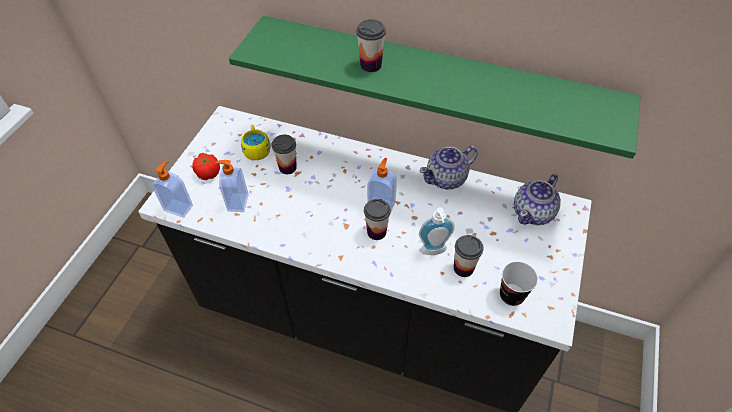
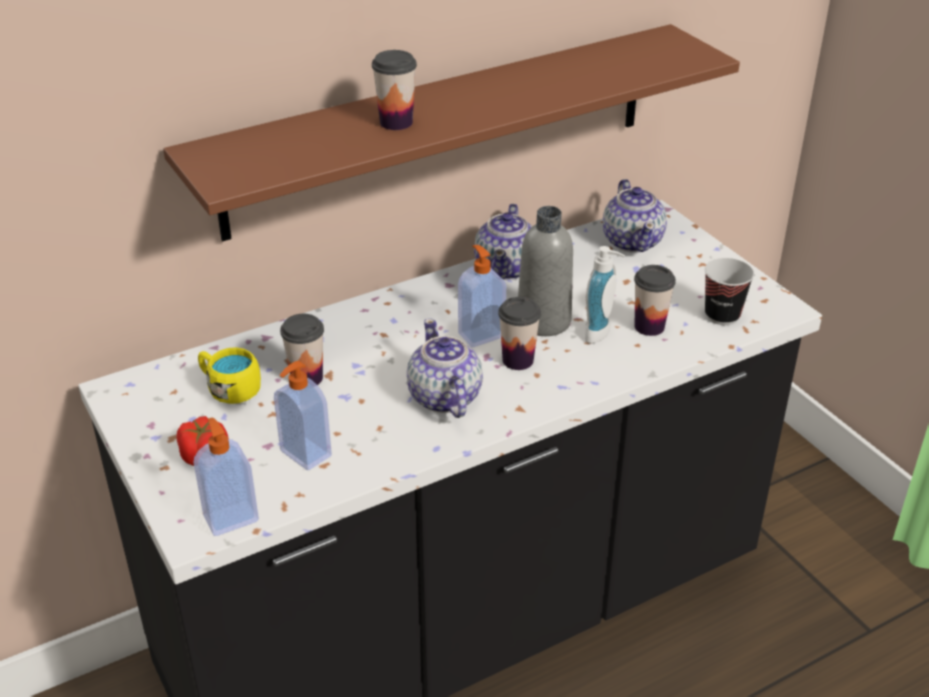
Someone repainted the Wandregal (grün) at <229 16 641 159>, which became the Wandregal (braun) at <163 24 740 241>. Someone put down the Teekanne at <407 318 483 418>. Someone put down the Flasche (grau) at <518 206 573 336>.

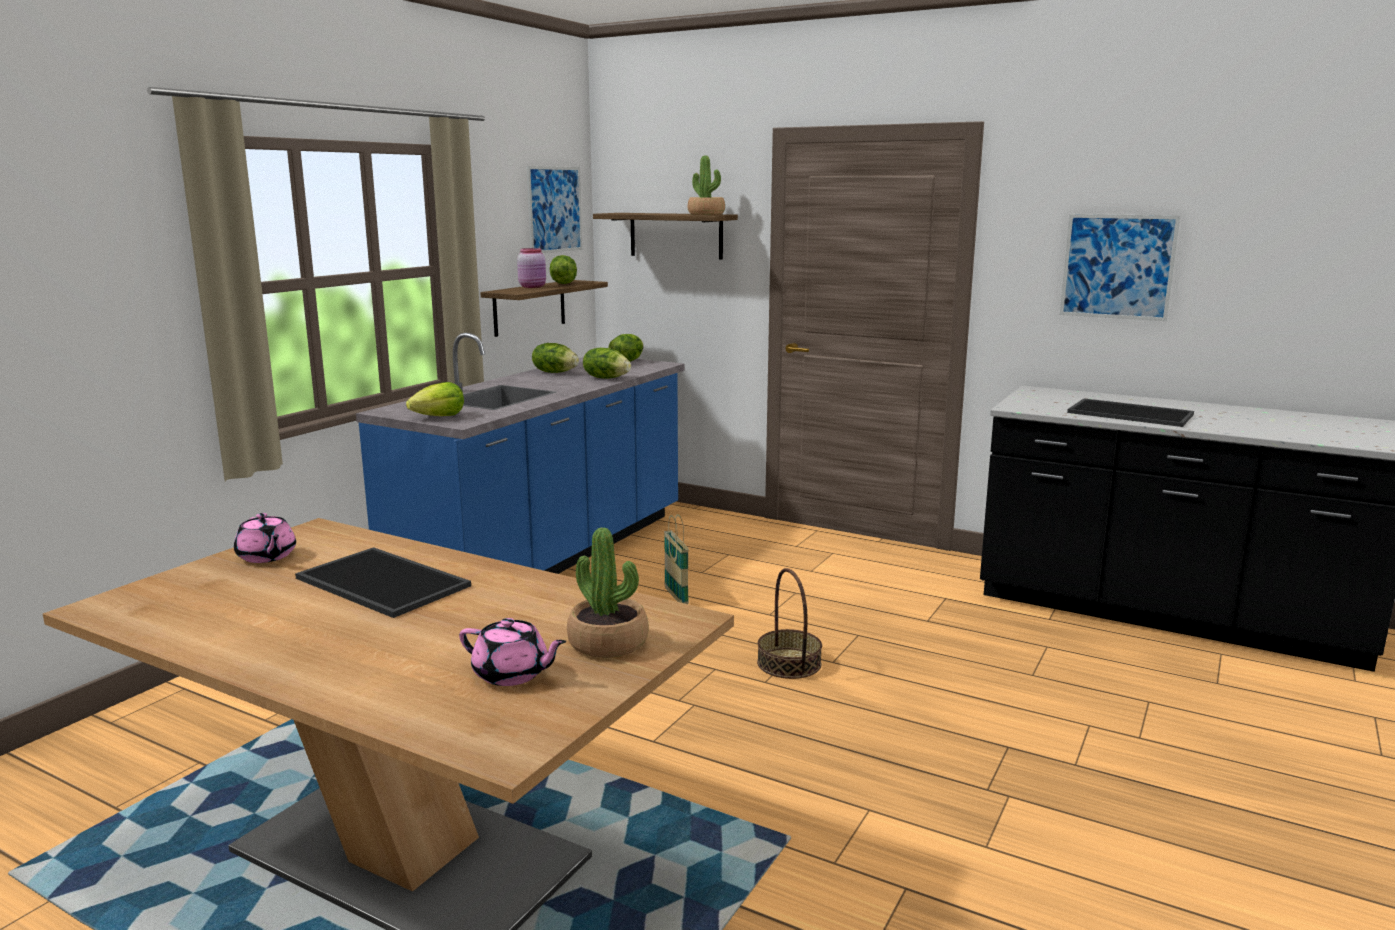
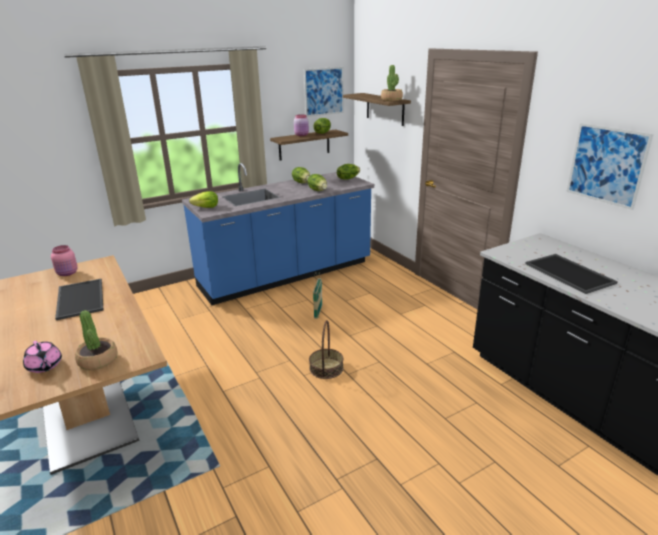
Someone swapped the Teekanne (rosa) at <234 513 296 563> for the Vorratsglas (rosa) at <51 245 78 276>.

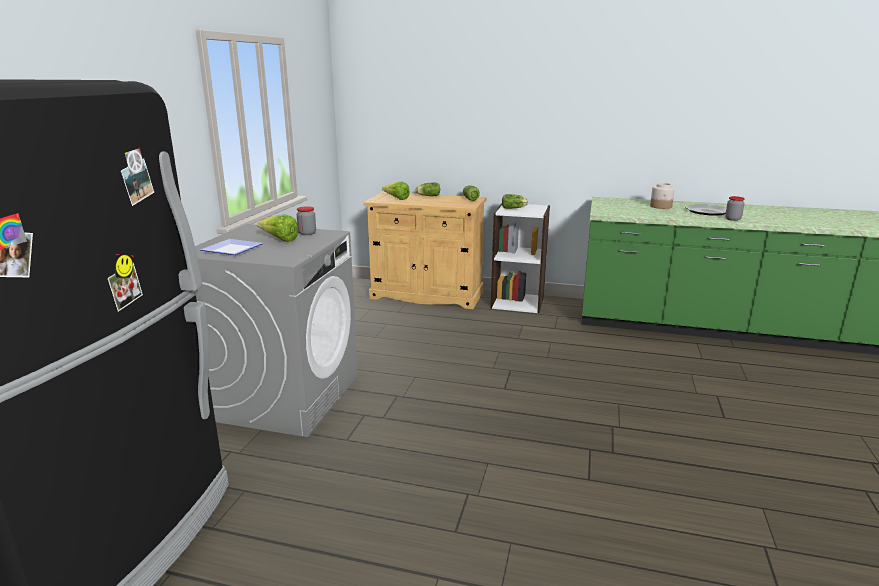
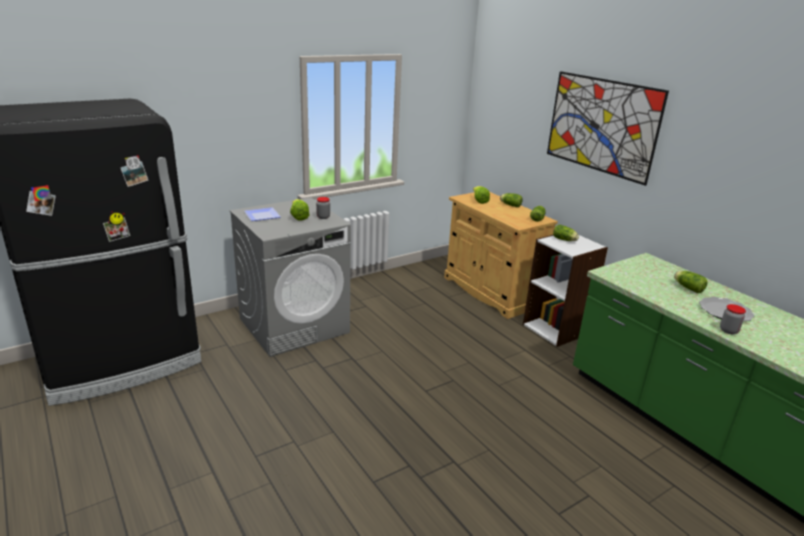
Someone swapped the Vorratsglas at <650 183 675 209> for the Salatkopf at <674 271 708 293>. Someone put up the Bild at <547 71 669 186>.

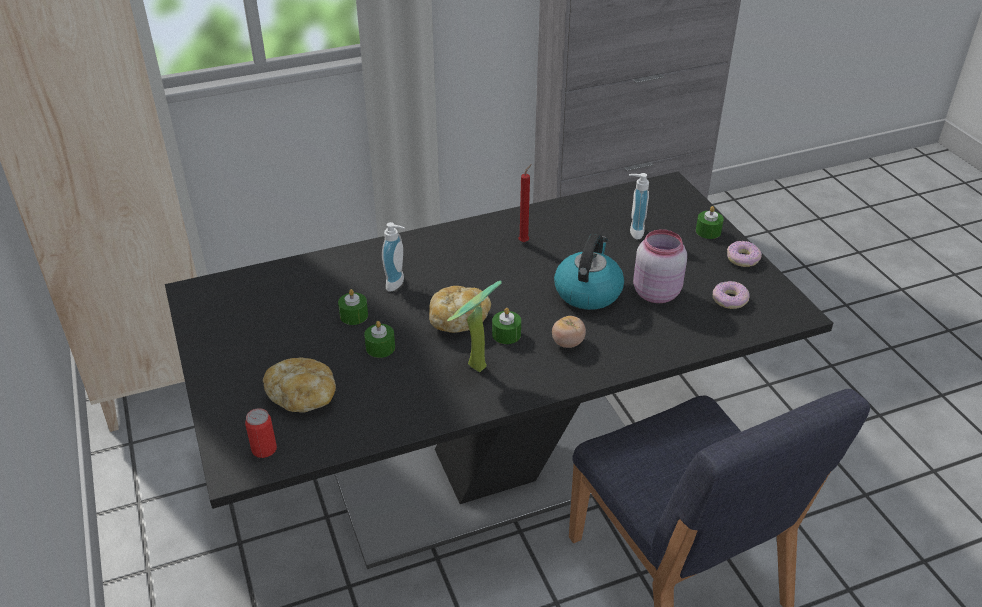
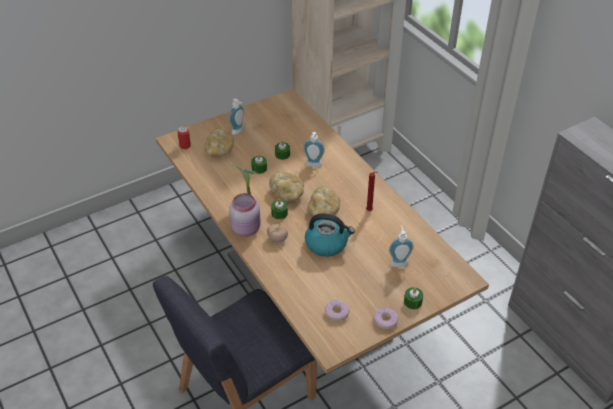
Someone repainted the Esstisch (schwarz) at <165 171 833 569>, which became the Esstisch (beige) at <156 89 489 379>. Someone carried the Vorratsglas (rosa) from <633 229 687 303> to <229 193 261 237>. Someone put down the Seifenspender at <229 99 244 135>. Someone put down the Brot at <308 186 340 216>.

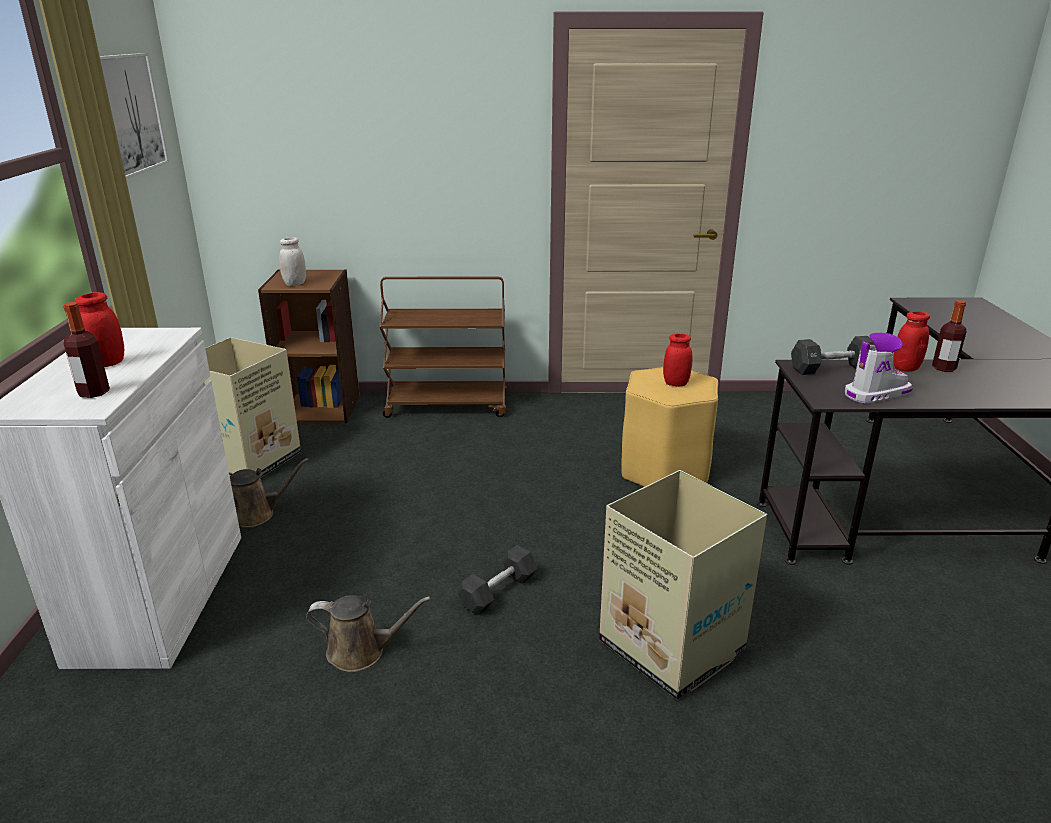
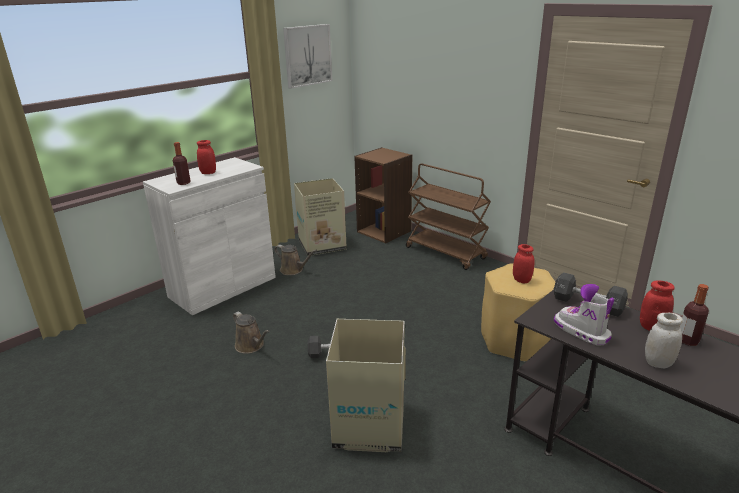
Someone carried the Vorratsglas (weiß) from <279 237 306 286> to <645 313 683 368>. Someone rotated the Stiefel at <845 333 913 404> by 150 degrees counterclockwise.

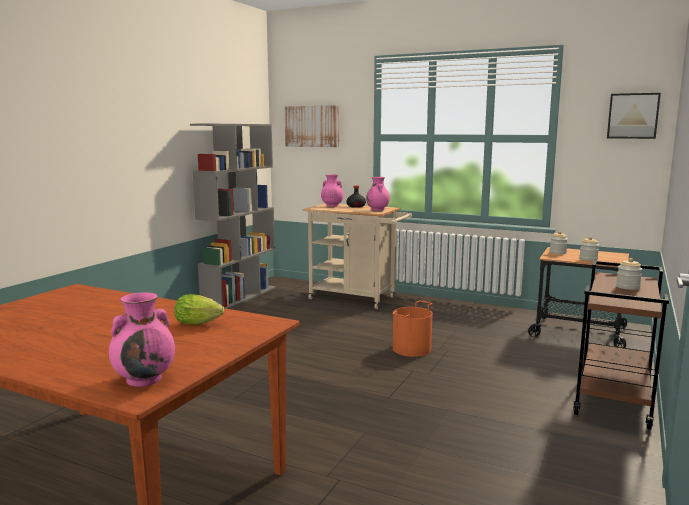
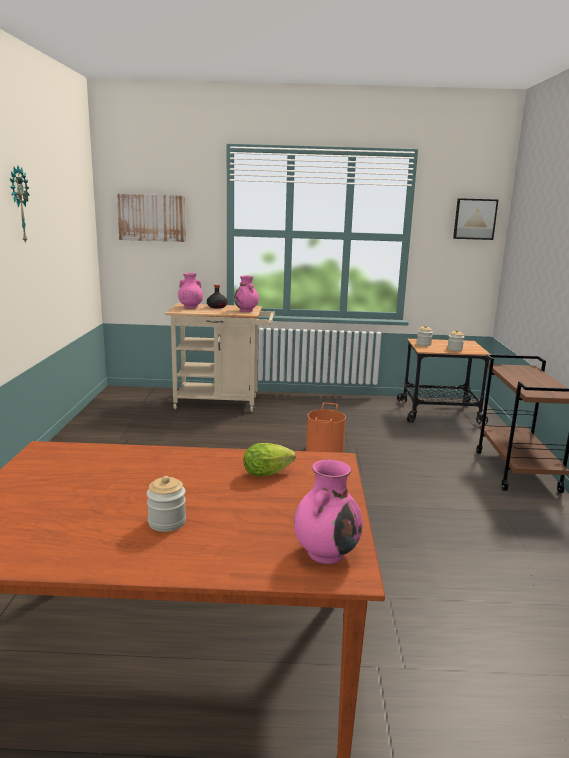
Someone took away the Bücherregal (grau) at <190 124 276 309>. Someone carried the Vorratsglas from <616 258 642 290> to <147 476 186 532>. Someone put up the Wanduhr at <10 166 30 244>.

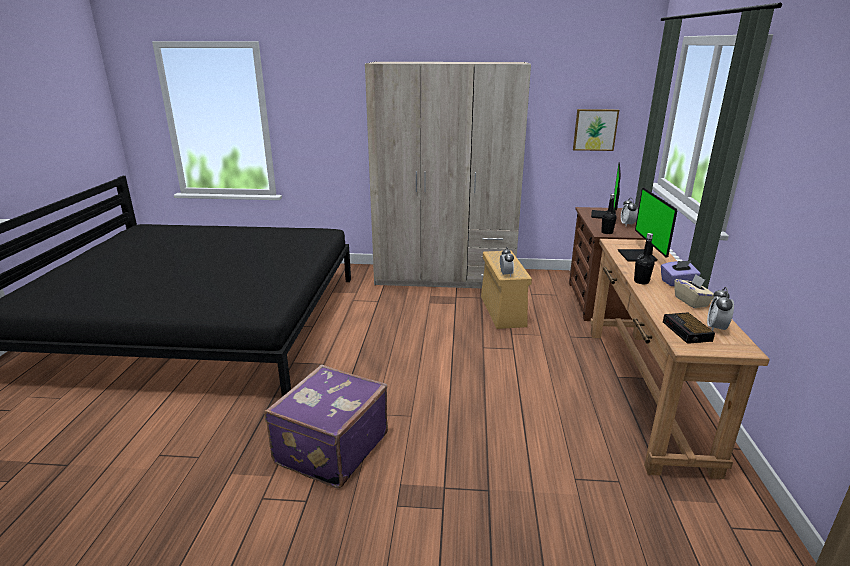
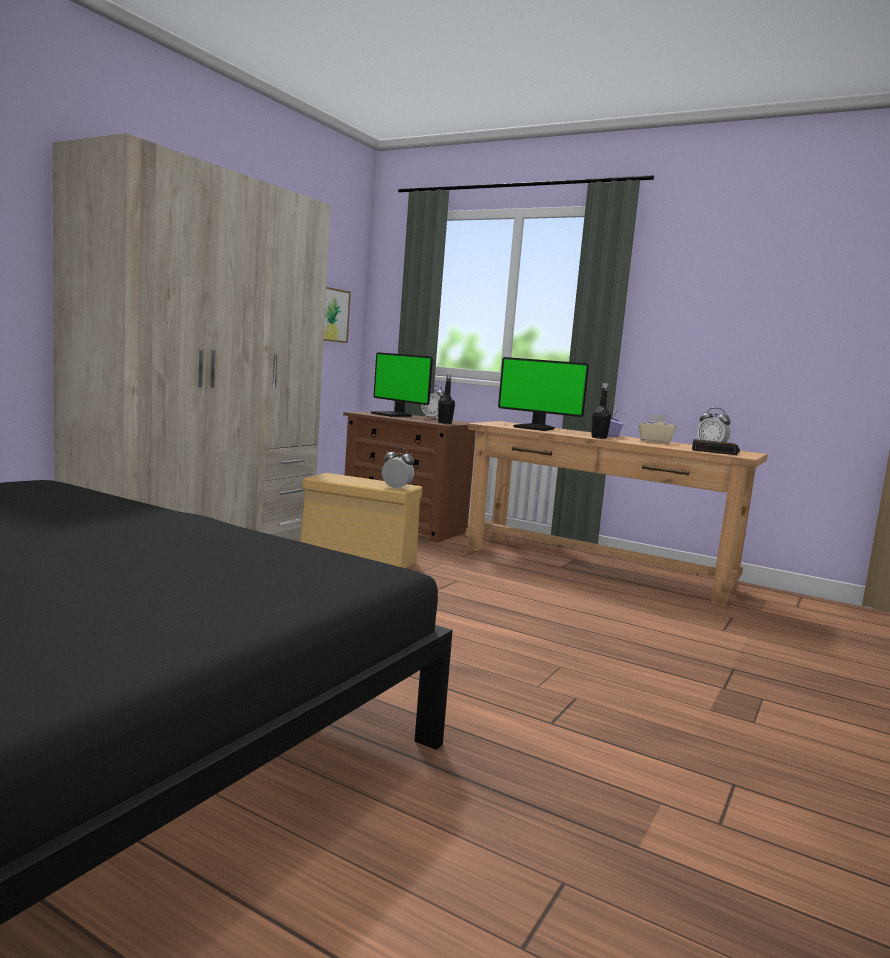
Someone took away the Koffer (lila) at <264 364 388 488>.

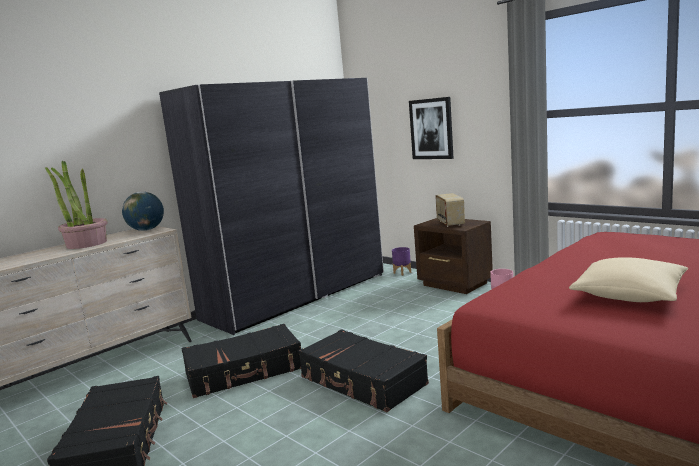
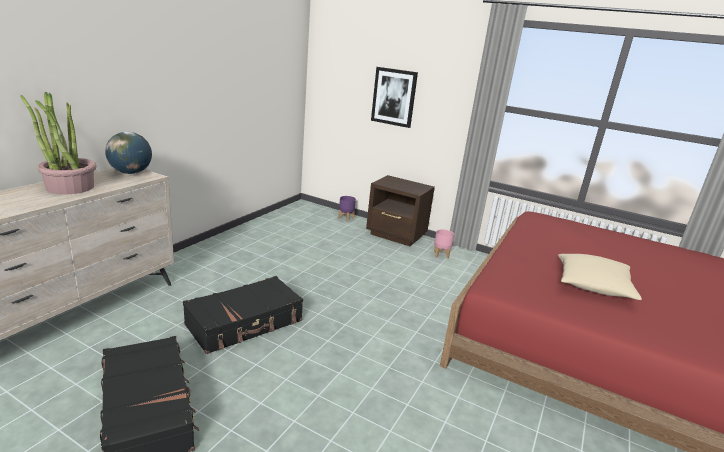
Someone took away the Kleiderschrank (grau) at <159 78 384 335>. Someone took away the Koffer (schwarz) at <298 329 429 412>. Someone took away the Radio at <435 193 465 227>.

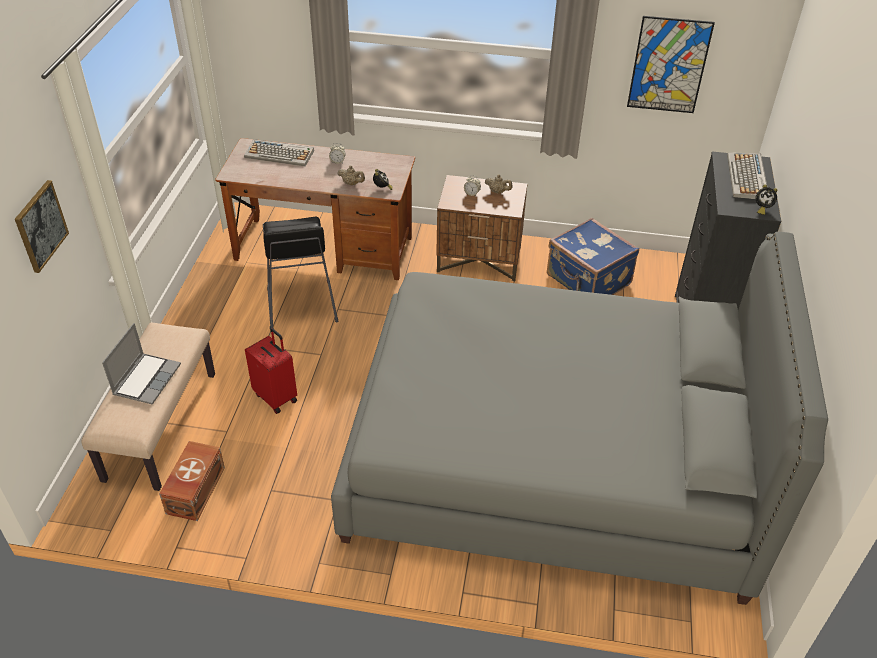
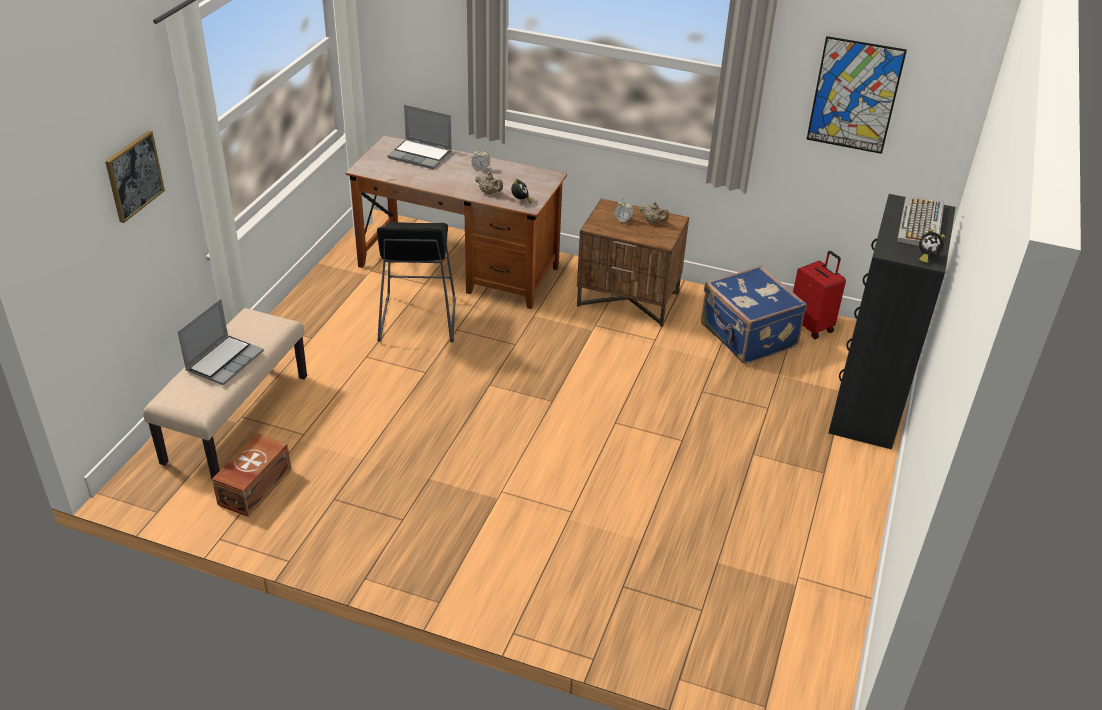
Someone swapped the Tastatur at <244 139 314 166> for the Laptop at <387 104 452 169>. Someone carried the Koffer (rot) from <245 328 297 414> to <793 251 846 339>. Someone took away the Bett (grau) at <331 232 828 605>.

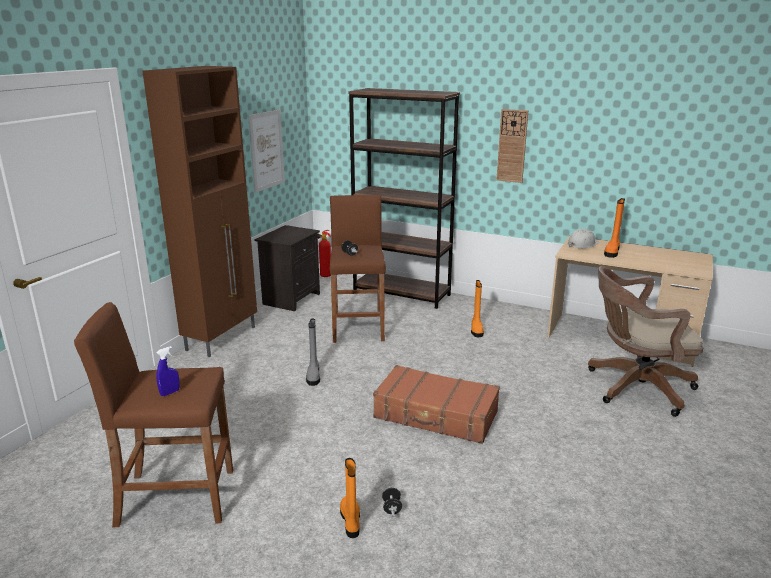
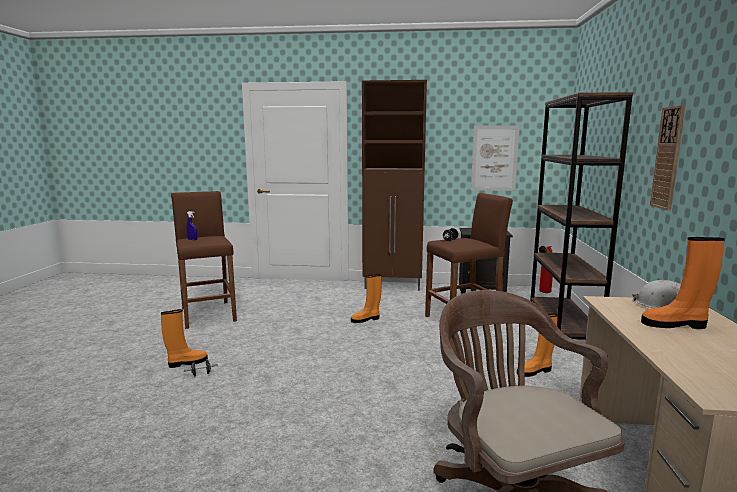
Someone repainted the Stiefel (grau) at <306 319 320 386>, which became the Stiefel (orange) at <351 274 382 323>. Someone took away the Koffer (braun) at <373 365 500 444>.

